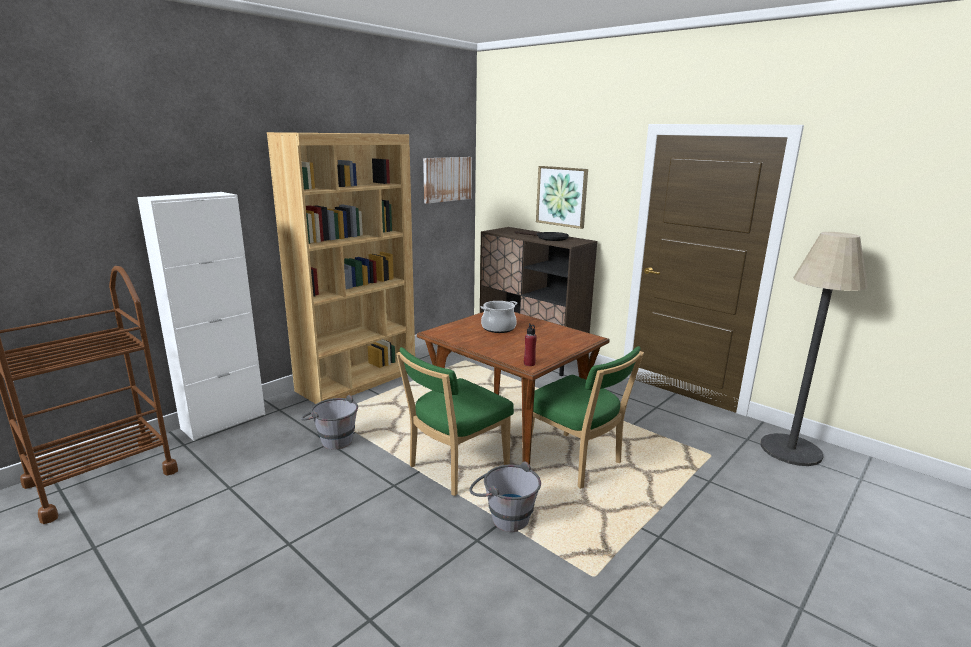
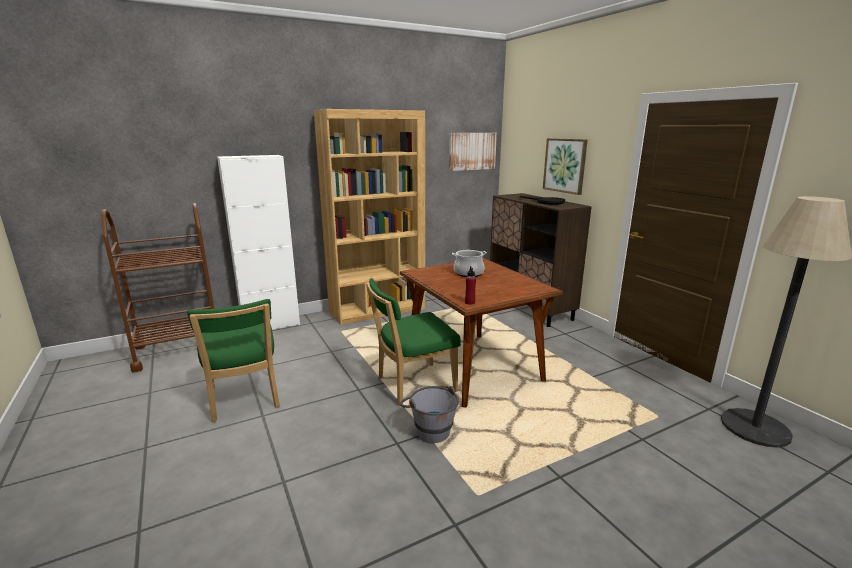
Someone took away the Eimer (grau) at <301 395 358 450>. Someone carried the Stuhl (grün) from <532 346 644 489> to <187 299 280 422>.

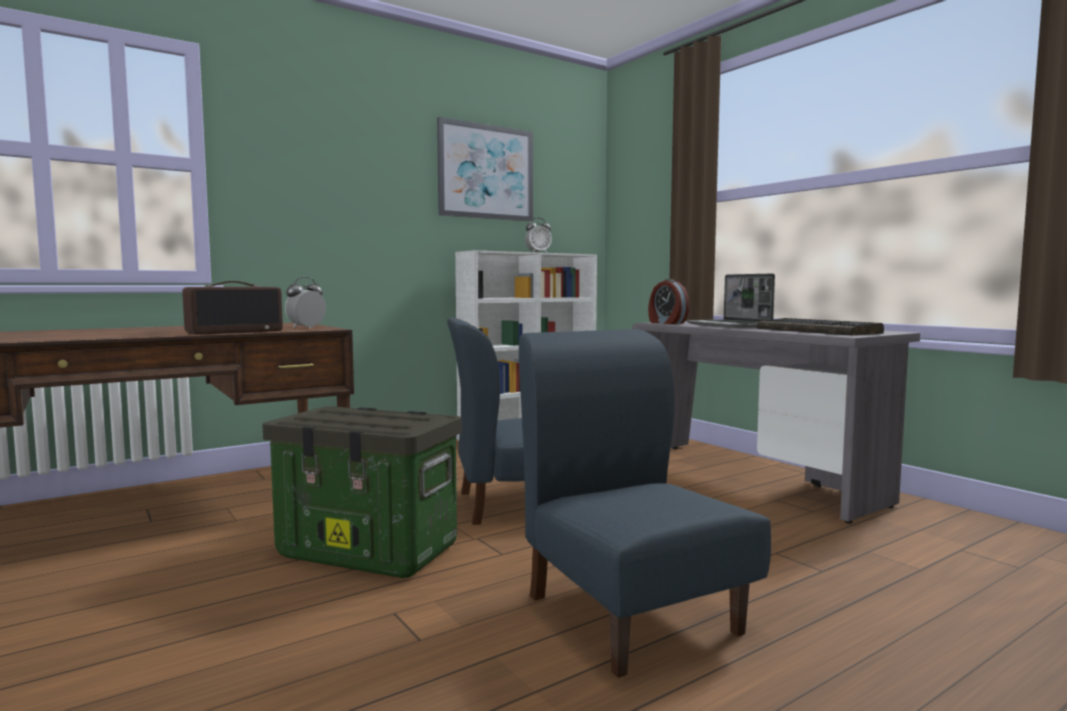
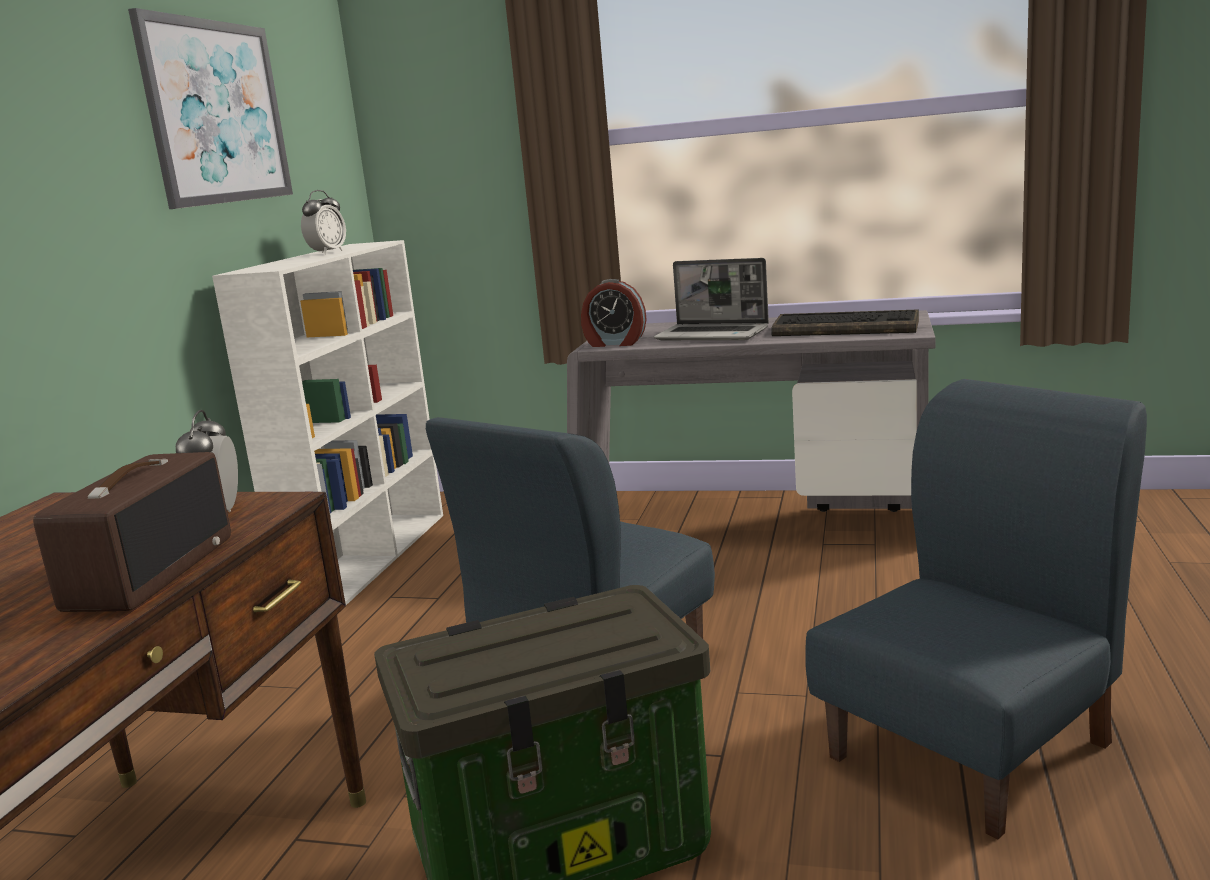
Someone rotated the Stuhl (blau) at <519 329 771 678> by 120 degrees clockwise.

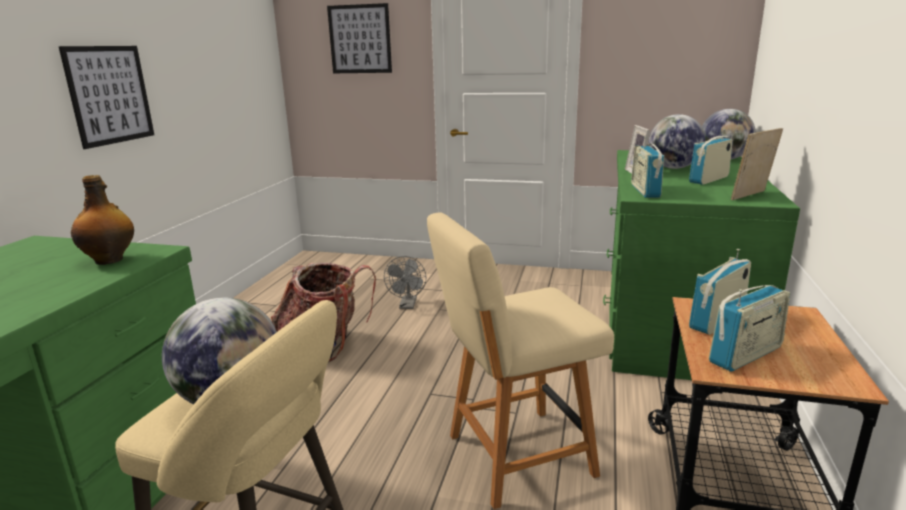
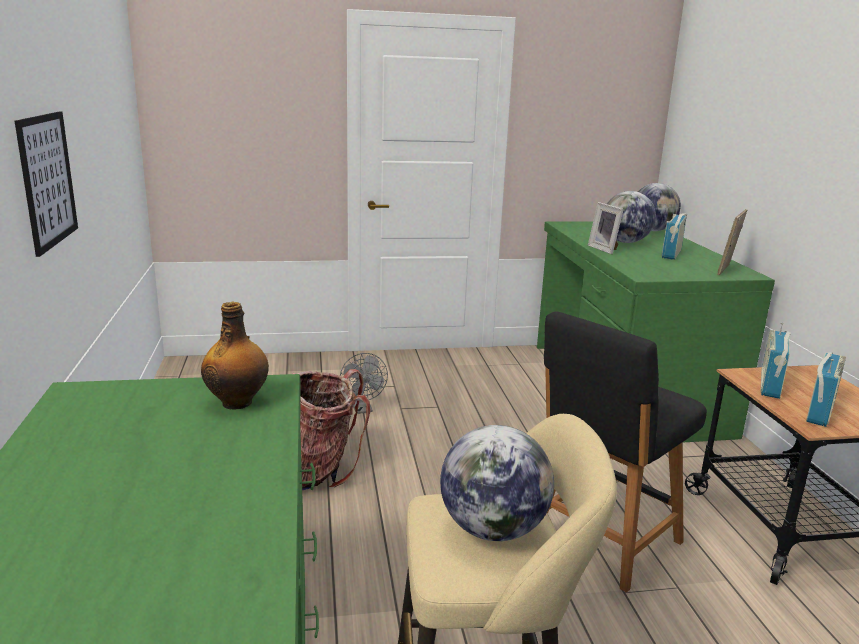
Someone took away the Bild at <327 3 392 73>. Someone repainted the Stuhl (beige) at <427 212 614 509>, which became the Stuhl (schwarz) at <544 311 707 592>. Someone took away the Radio at <631 137 664 198>.

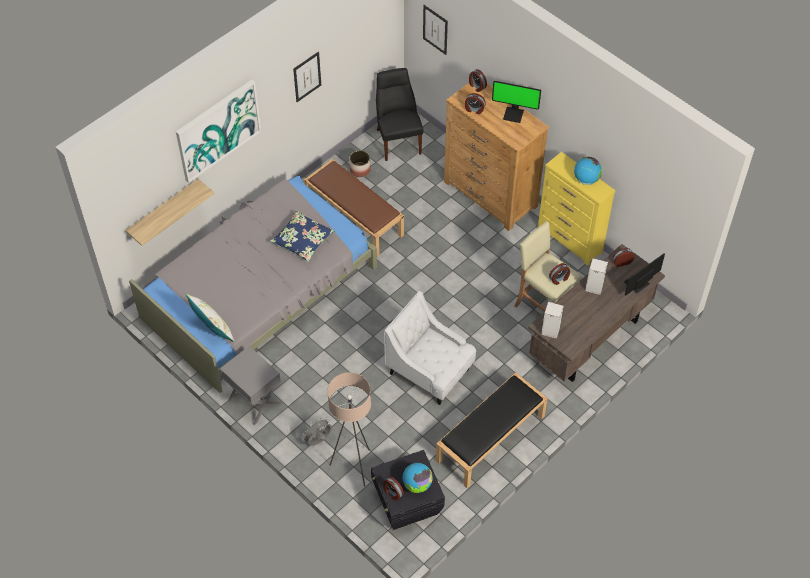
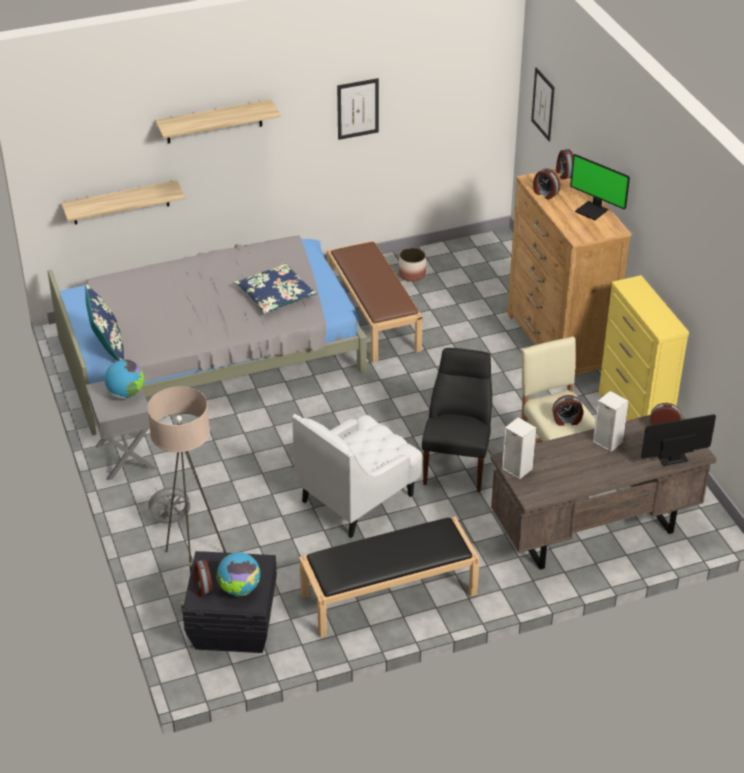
Someone swapped the Bild at <176 80 261 183> for the Wandregal at <155 99 281 144>. Someone repainted the Kissen (weiß) at <186 294 235 342>, which became the Kissen (blau) at <85 284 124 361>. Someone carried the Stuhl (schwarz) from <376 68 423 161> to <422 348 492 492>. Someone rotated the Sessel (weiß) at <384 291 476 405> by 105 degrees counterclockwise. Someone carried the Globus from <574 157 602 185> to <105 359 144 399>.

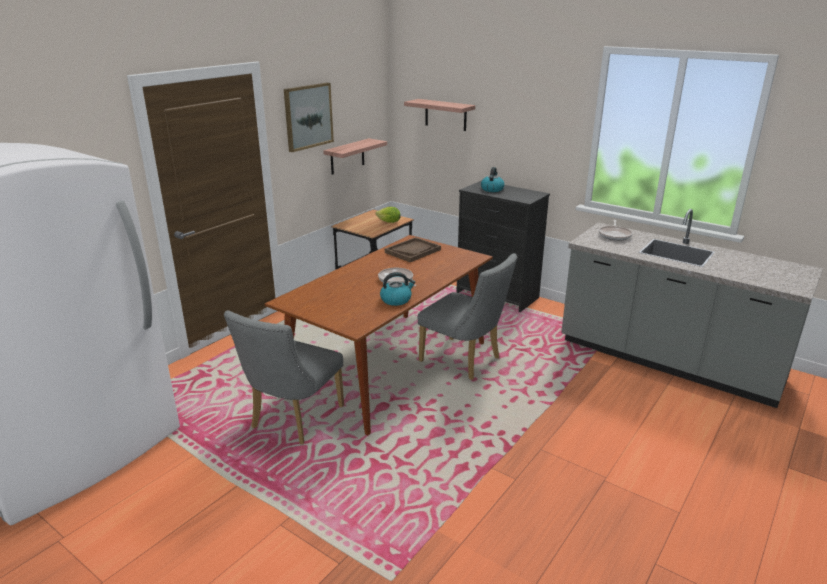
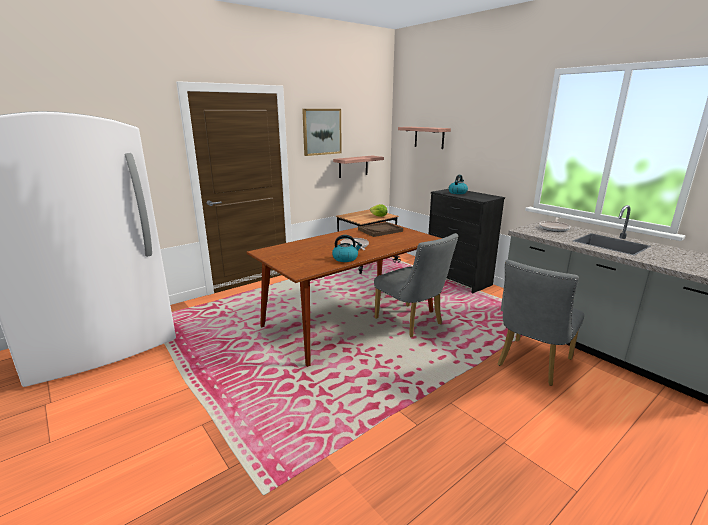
Someone carried the Stuhl (grau) from <224 311 344 444> to <497 260 584 386>.

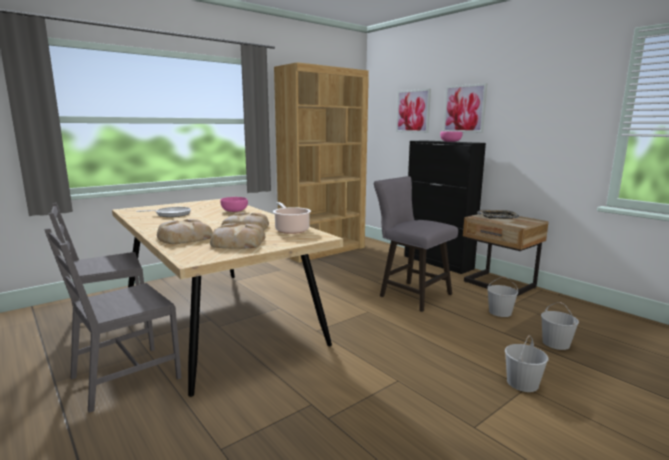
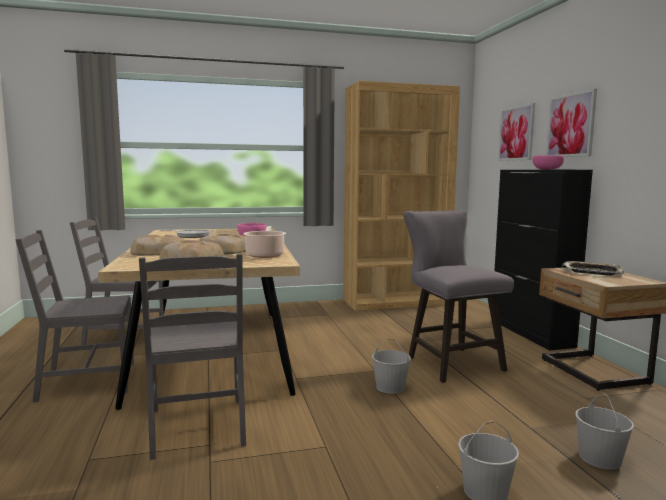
Someone carried the Eimer (weiß) from <487 277 518 317> to <372 338 411 394>. Someone put down the Stuhl (grau) at <139 254 246 460>.

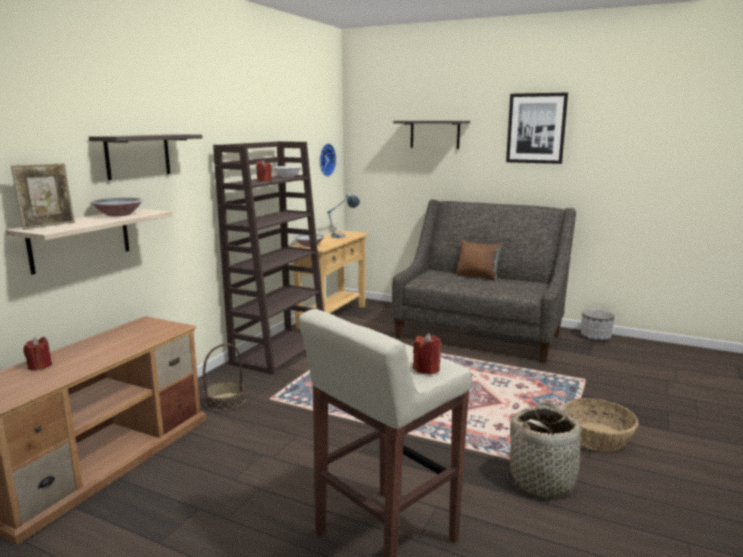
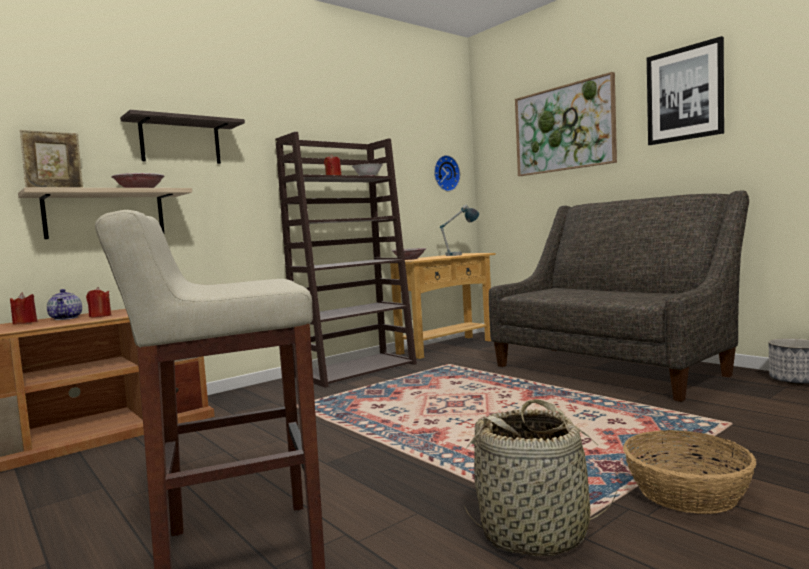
Someone took away the Korb at <203 343 246 411>. Someone swapped the Wandregal at <393 121 470 149> for the Bild at <515 72 617 176>. Someone carried the Kerze (rot) from <413 333 441 375> to <86 287 111 317>. Someone took away the Kissen (braun) at <456 240 503 281>. Someone put down the Teekanne at <47 289 82 320>.

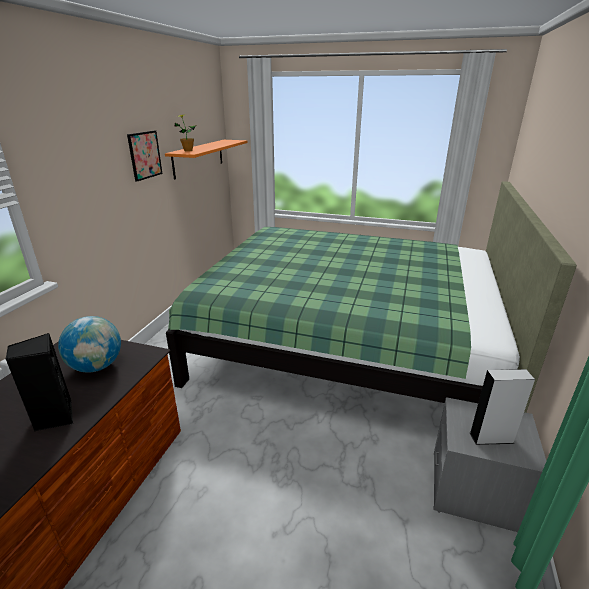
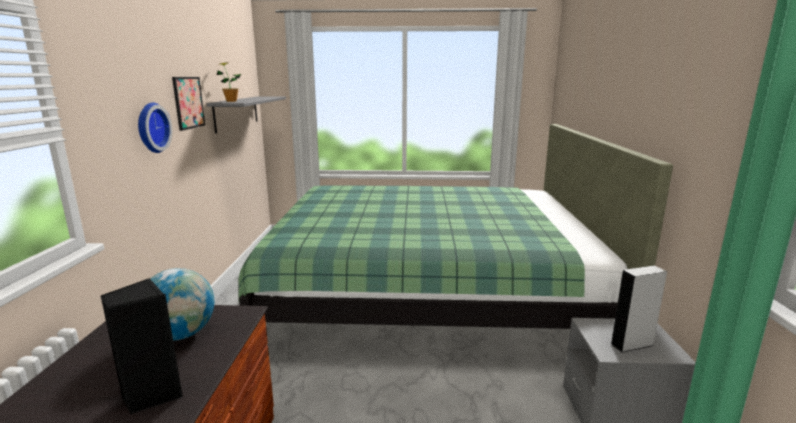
Someone repainted the Wandregal (orange) at <165 140 248 180>, which became the Wandregal (grau) at <207 96 286 133>. Someone put up the Wanduhr at <138 102 172 153>.

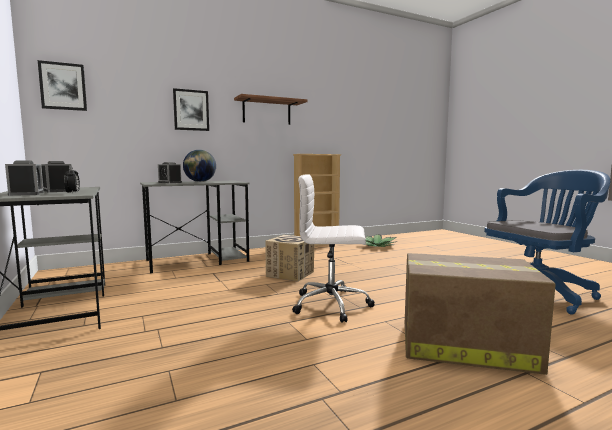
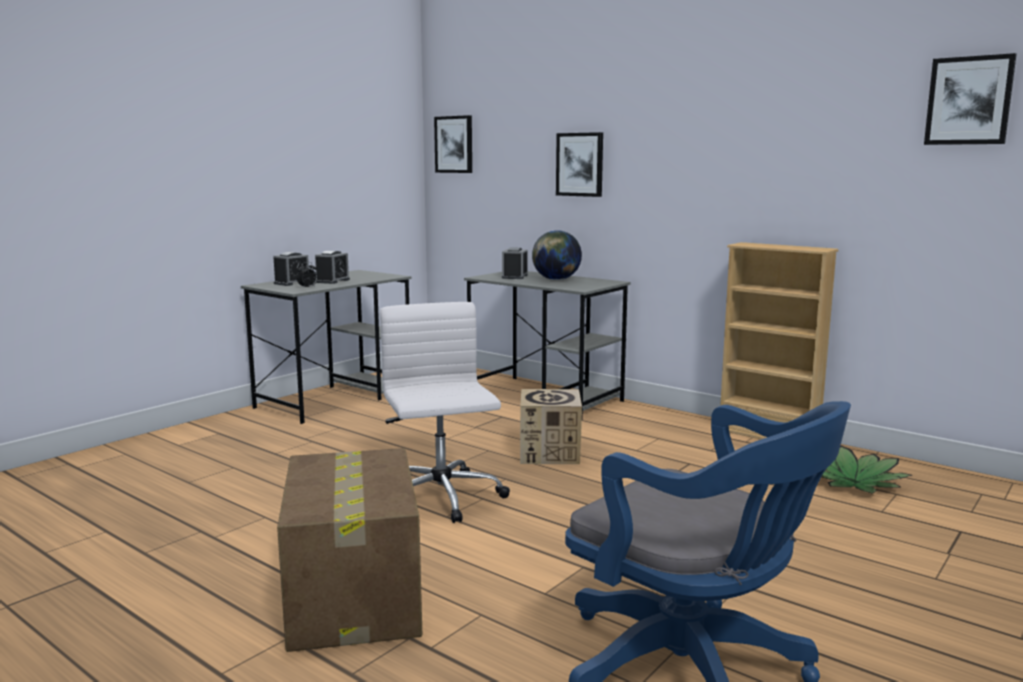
Someone took away the Wandregal at <234 94 308 125>. Someone put up the Bild at <924 53 1017 145>.

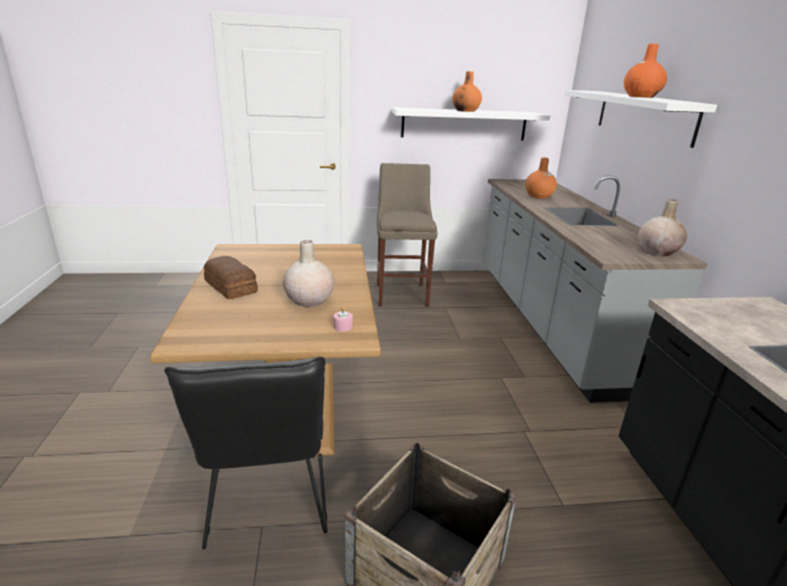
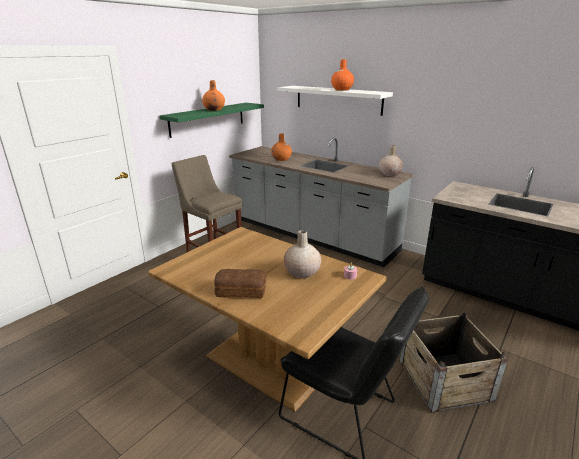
Someone repainted the Wandregal (weiß) at <392 107 550 140>, which became the Wandregal (grün) at <159 103 264 138>.

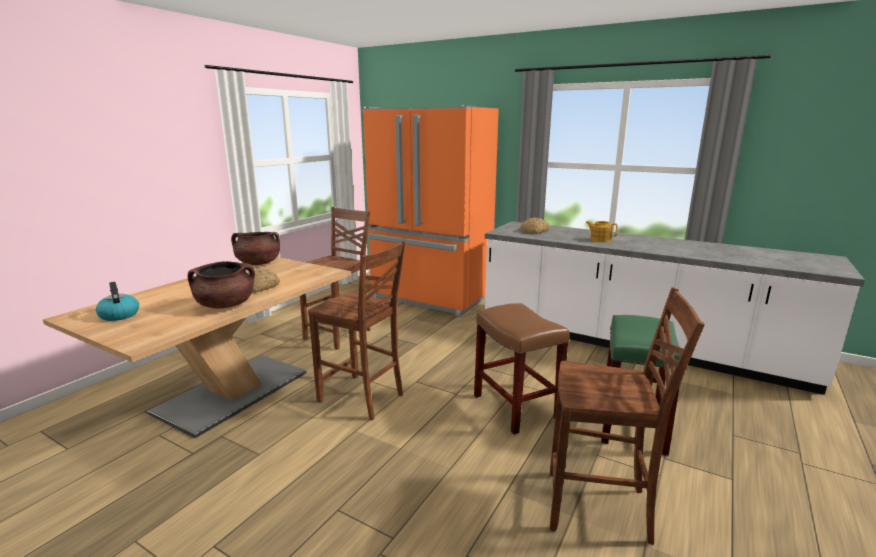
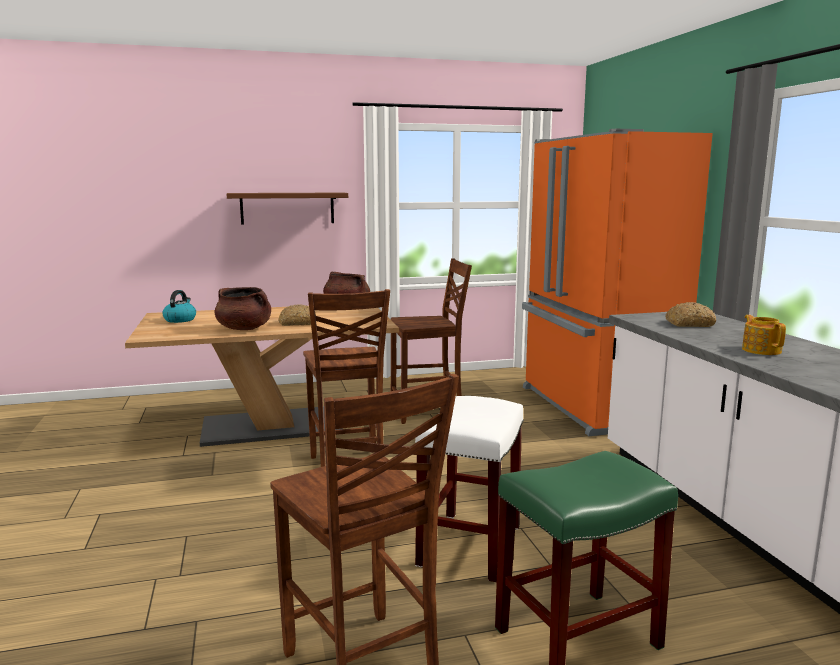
Someone repainted the Hocker (braun) at <474 303 570 435>, which became the Hocker (weiß) at <415 396 524 582>. Someone put up the Wandregal (braun) at <227 192 348 225>.

